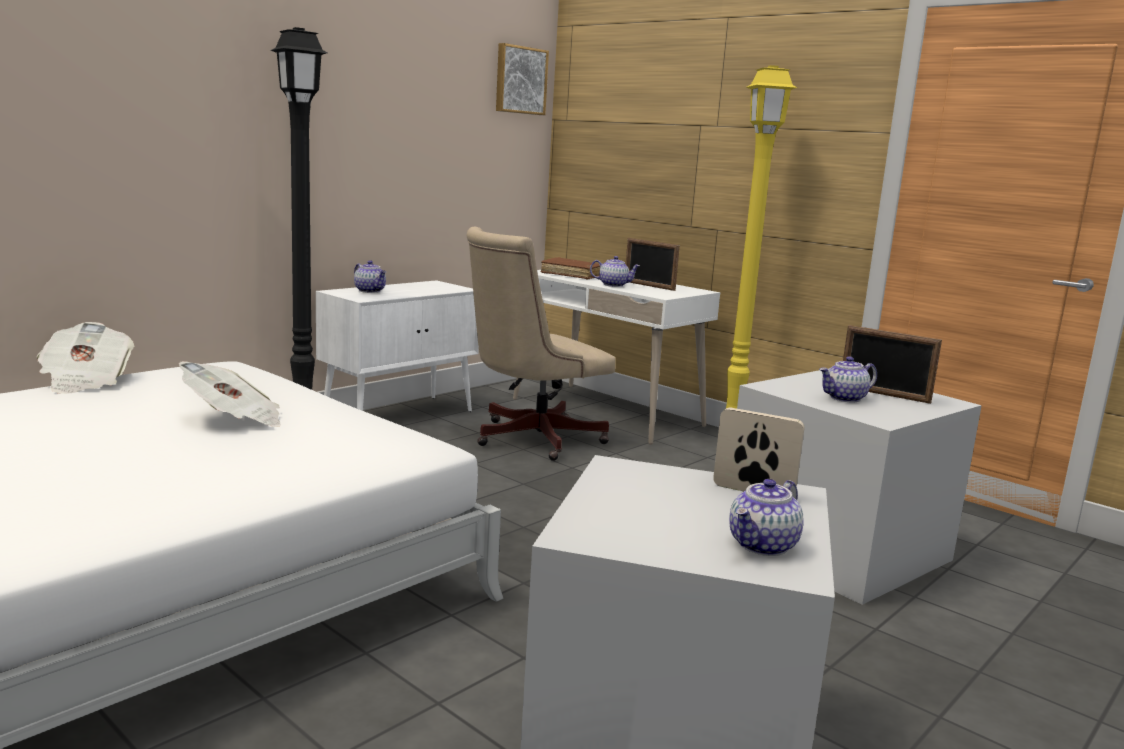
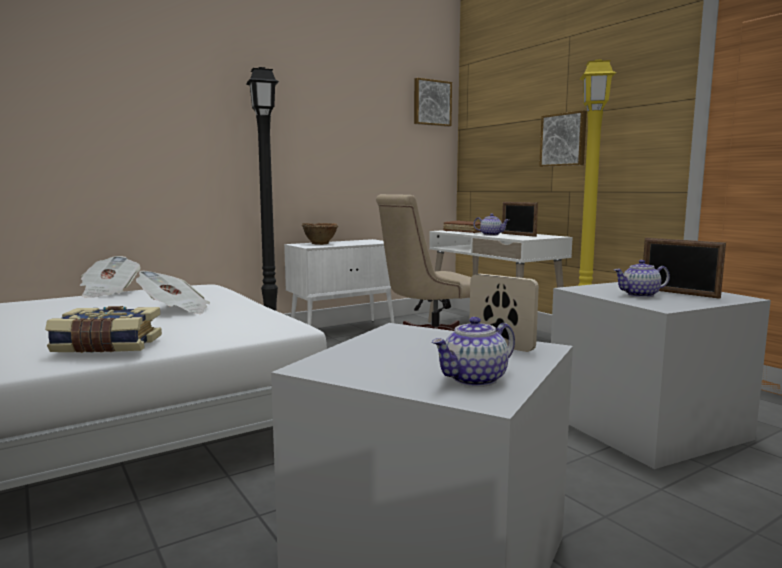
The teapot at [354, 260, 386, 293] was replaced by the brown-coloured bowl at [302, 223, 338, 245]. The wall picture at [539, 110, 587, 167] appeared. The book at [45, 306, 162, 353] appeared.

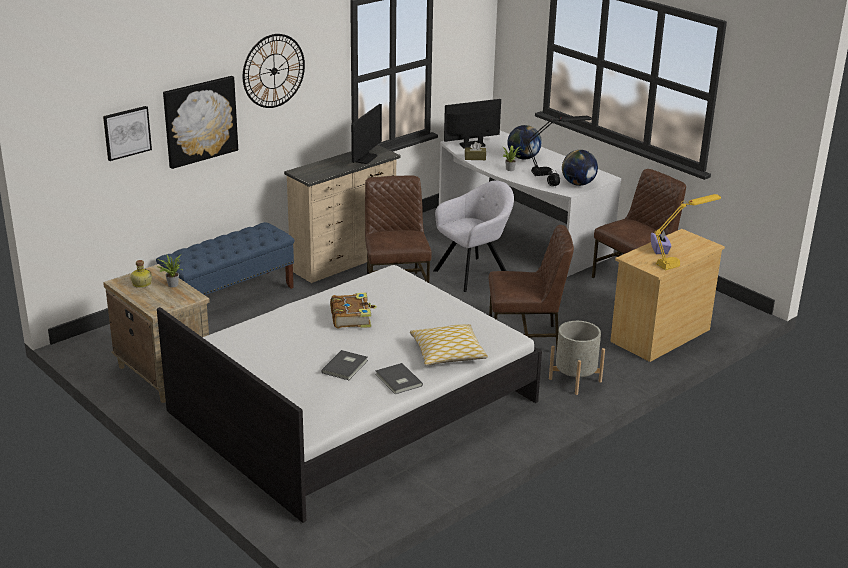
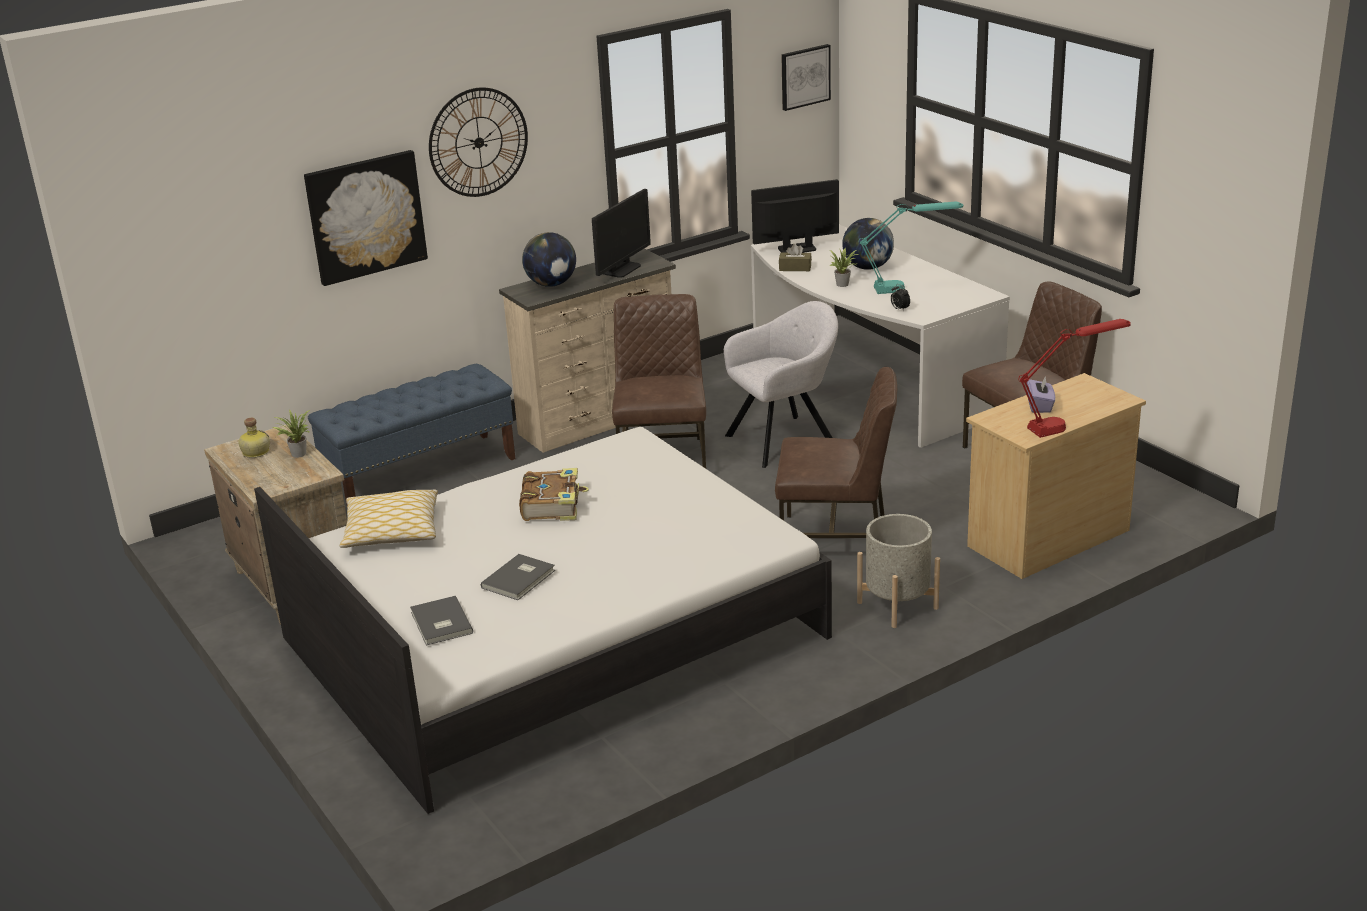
The wall picture moved from [103, 106, 152, 161] to [781, 44, 831, 111]. The black table lamp at [524, 116, 592, 176] became the turquoise table lamp at [859, 202, 963, 294]. The world globe moved from [562, 150, 598, 186] to [522, 232, 576, 287]. The yellow table lamp at [654, 194, 721, 270] became the reddish table lamp at [1018, 319, 1131, 438]. The throw pillow moved from [410, 324, 488, 366] to [340, 489, 438, 548]. The grey book moved from [375, 363, 423, 394] to [410, 596, 473, 646].

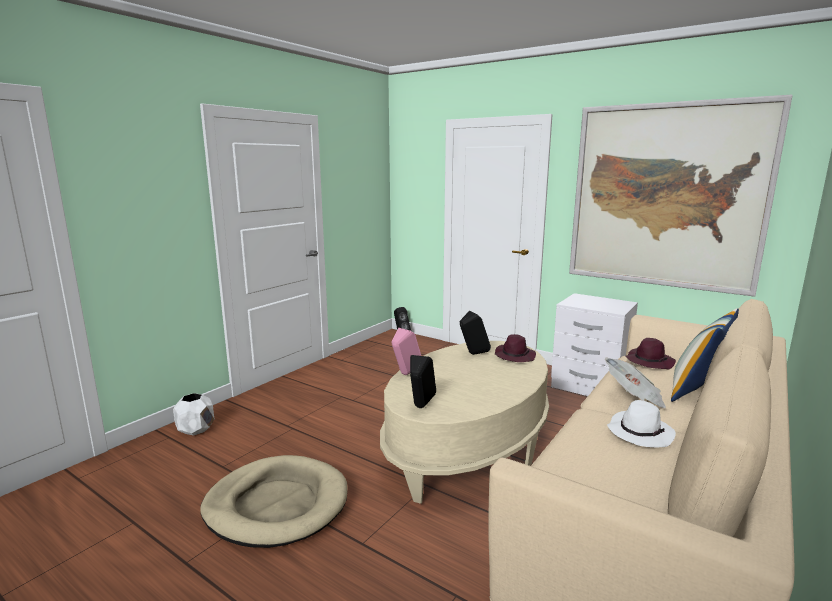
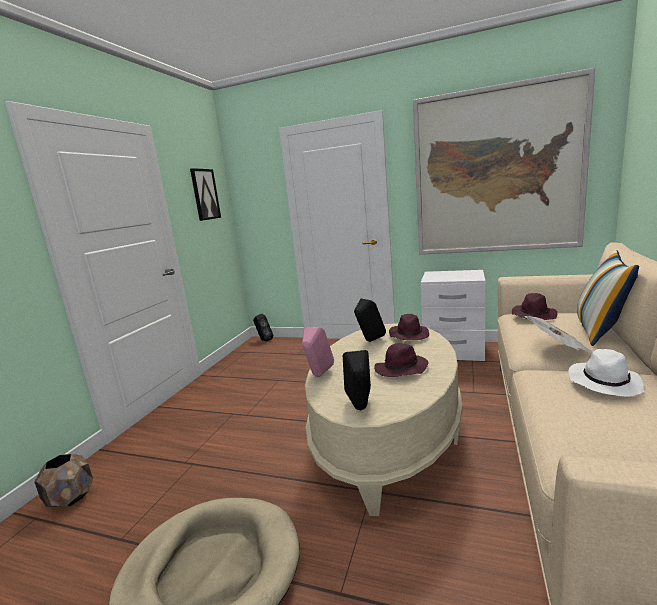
The white plant pot at [173, 393, 214, 436] became the brown-coloured plant pot at [34, 454, 93, 508]. The wall picture at [190, 168, 221, 221] appeared. The purple-coloured clothing hat at [374, 343, 428, 377] appeared.

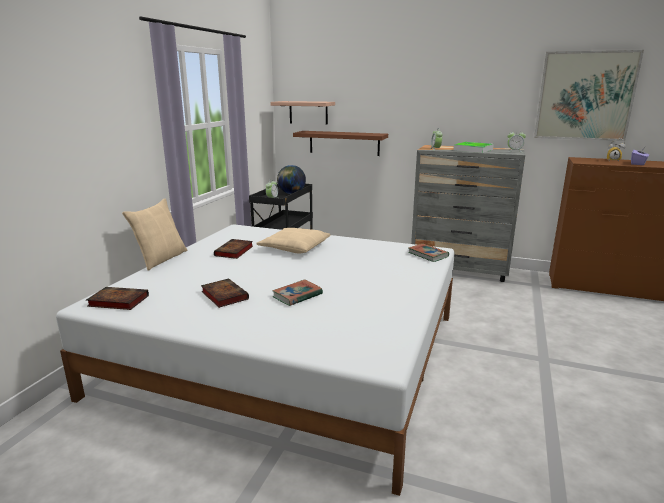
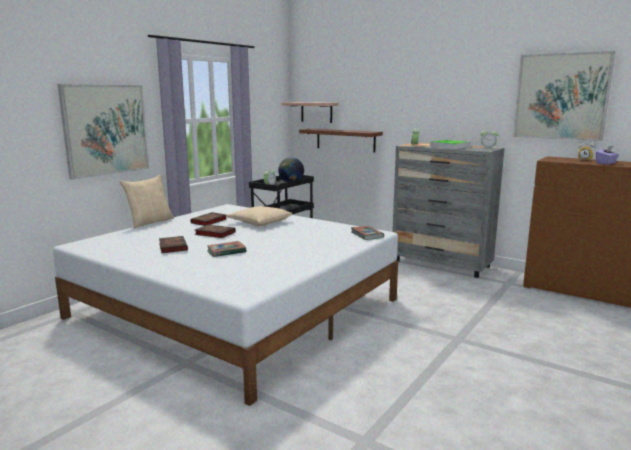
The book moved from [86, 287, 149, 310] to [195, 224, 236, 238]. The wall picture at [58, 84, 149, 180] appeared.

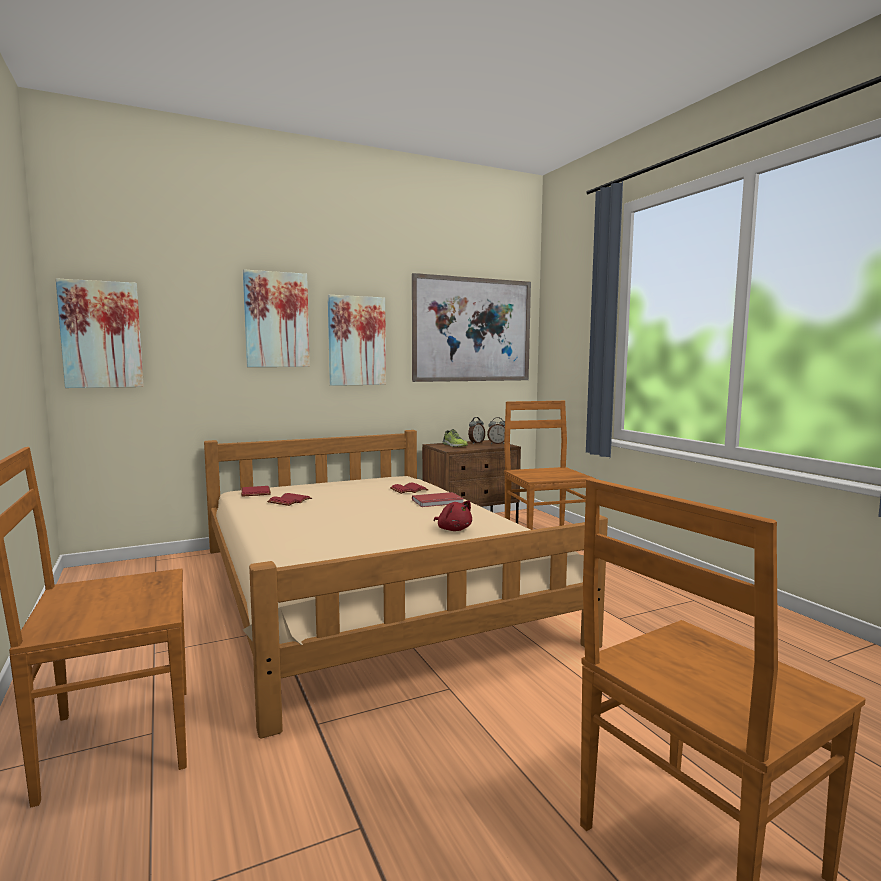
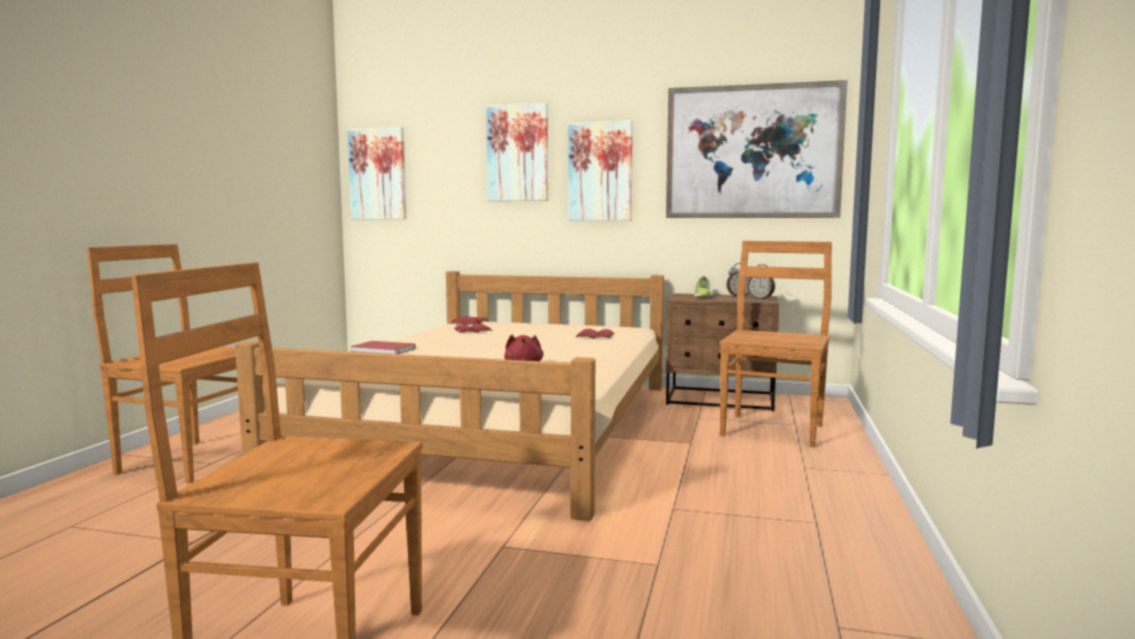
The reddish book moved from [412, 492, 464, 507] to [350, 341, 416, 354].

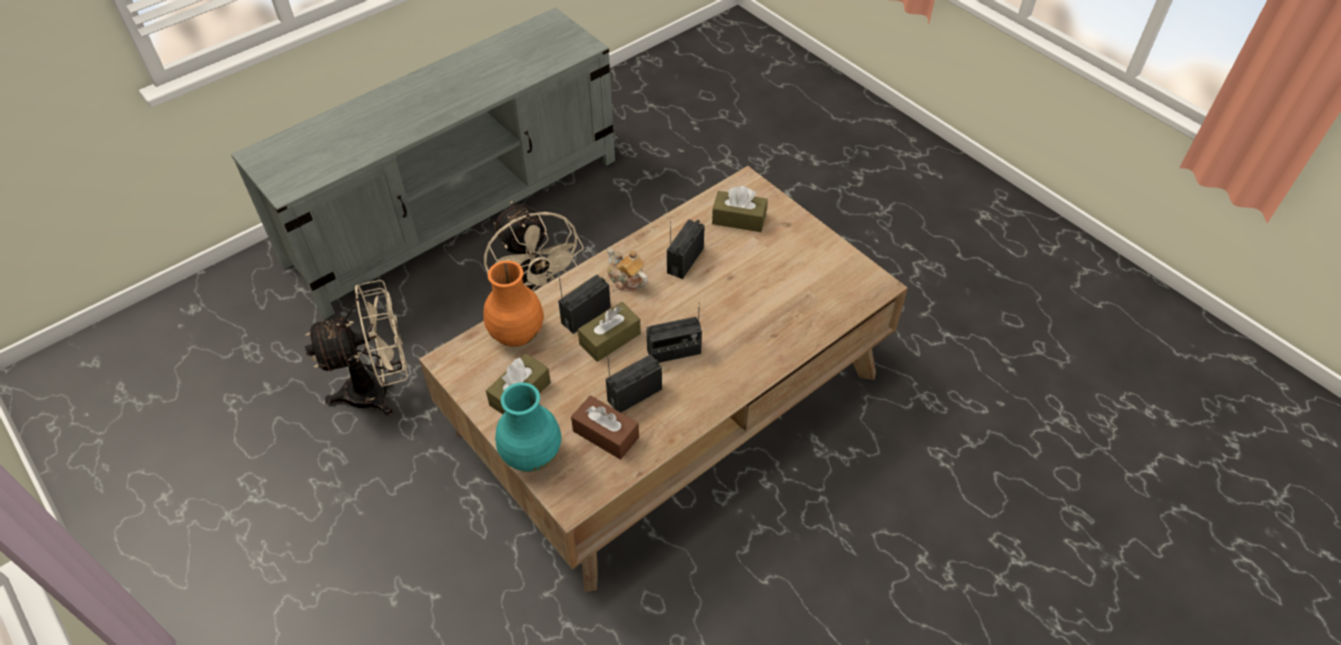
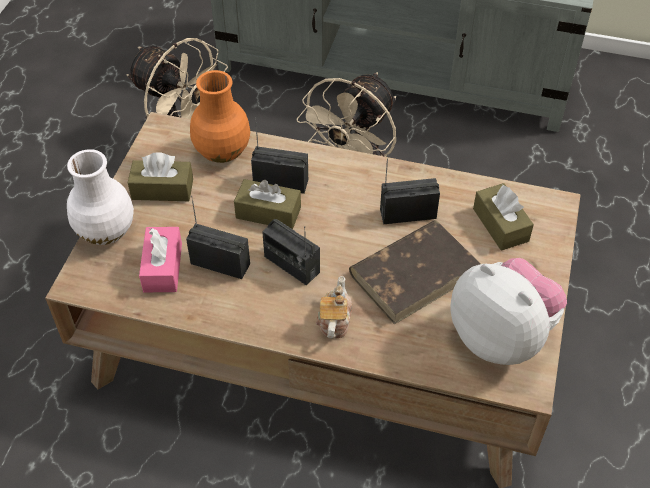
The teapot moved from [607, 248, 648, 291] to [316, 276, 352, 339]. The turquoise flower vase at [495, 382, 561, 472] became the white flower vase at [67, 149, 134, 245]. The brown-coloured box of tissues at [571, 395, 639, 460] became the pink-coloured box of tissues at [139, 227, 182, 292]. The brown-coloured book at [349, 220, 481, 325] appeared. The soft toy at [451, 258, 567, 365] appeared.

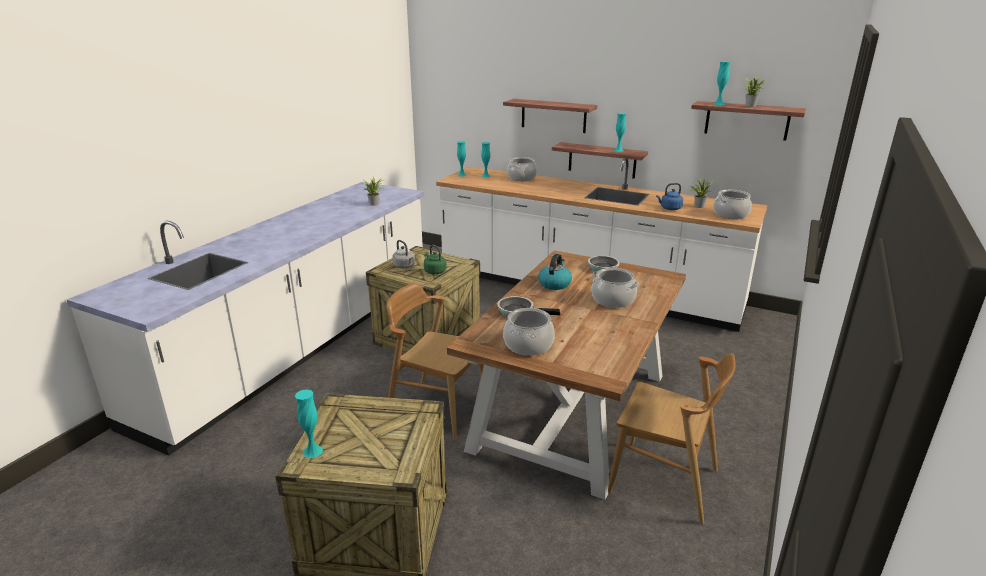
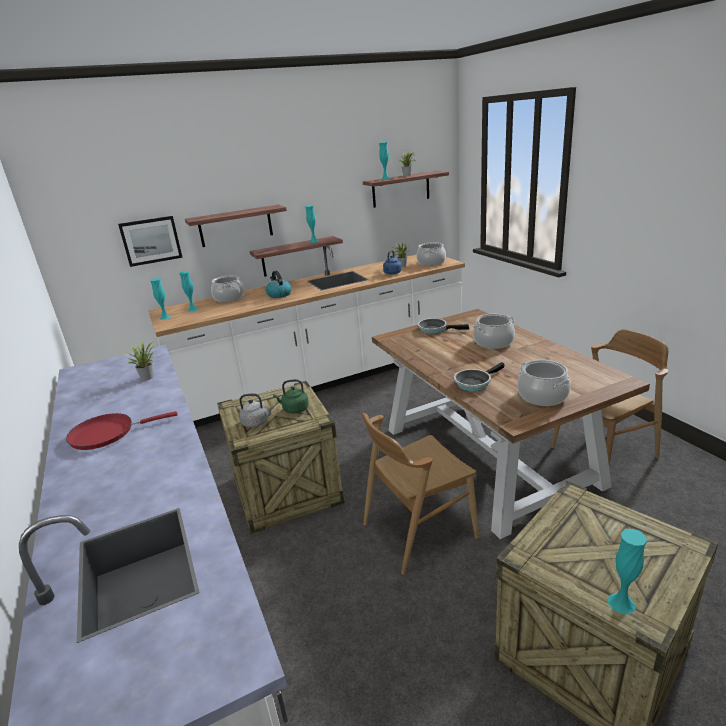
The water kettle moved from [538, 254, 572, 290] to [266, 271, 292, 298]. The wall picture at [118, 216, 183, 267] appeared. The reddish frying pan at [66, 411, 178, 450] appeared.

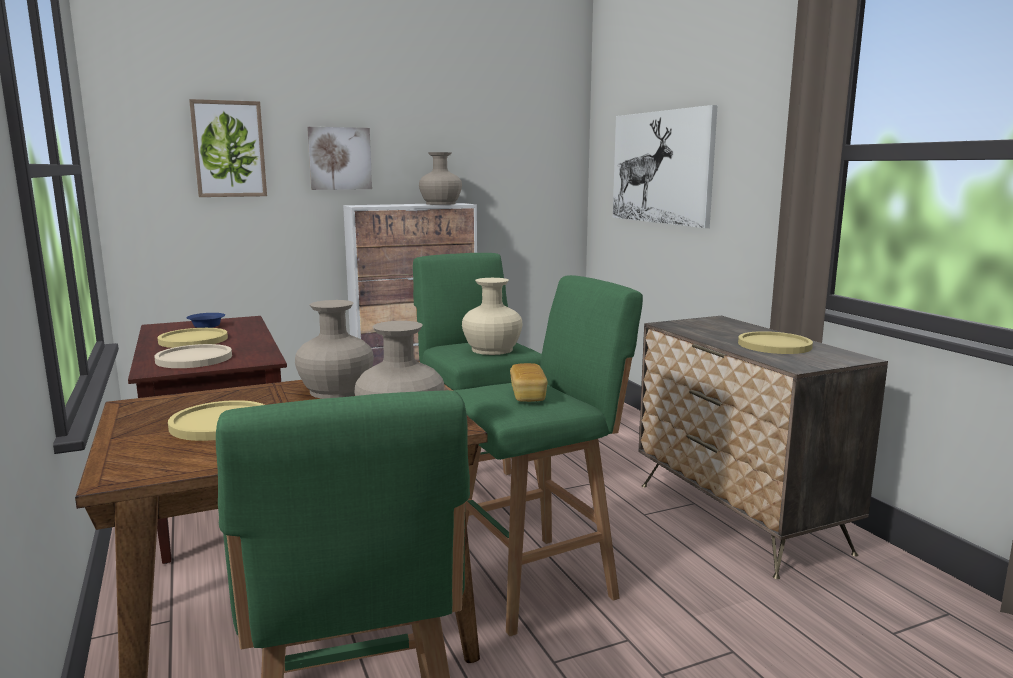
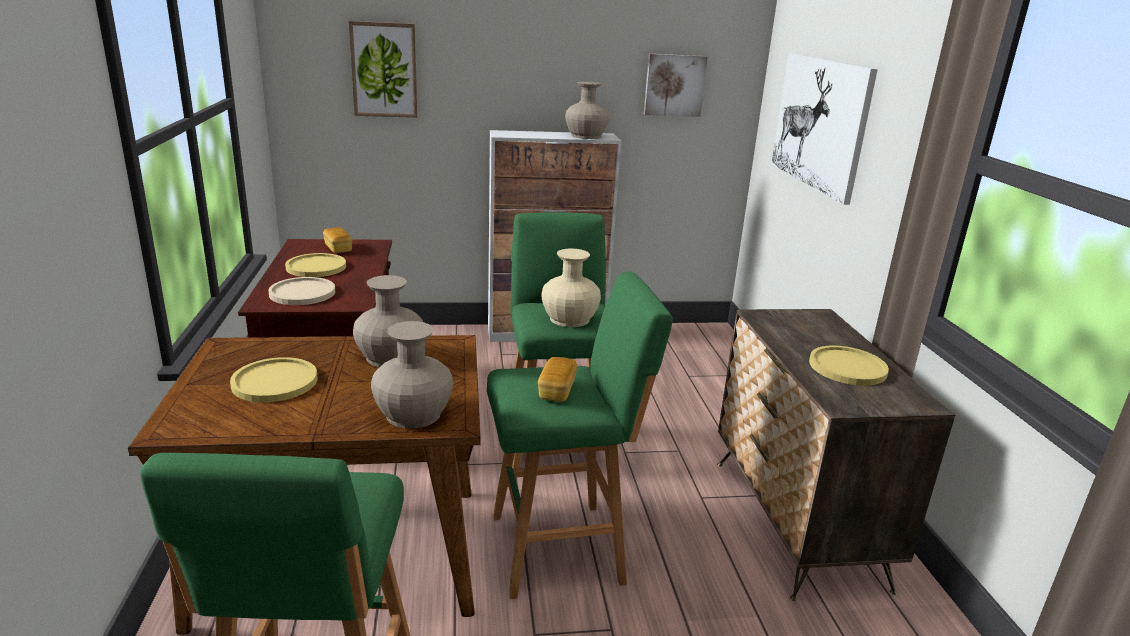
The wall picture moved from [307, 127, 372, 190] to [644, 54, 708, 117]. The bluish bowl at [186, 313, 225, 328] was replaced by the baked bread at [323, 227, 353, 253].

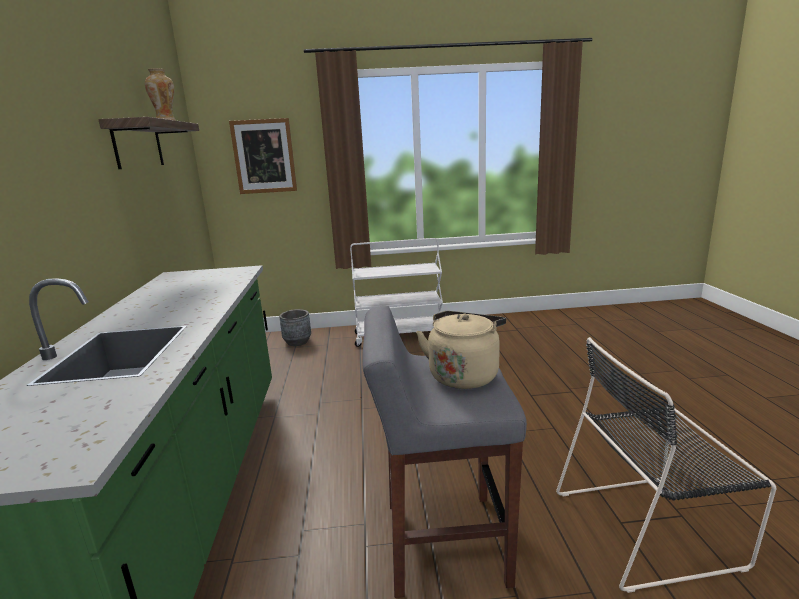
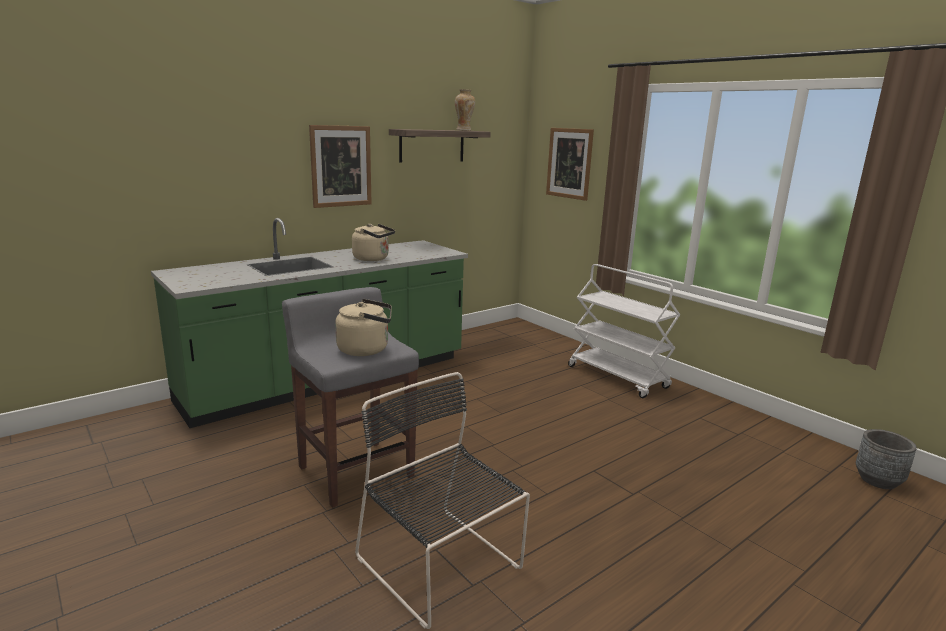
The grey plant pot moved from [279, 309, 311, 346] to [856, 429, 917, 489]. The wall picture at [309, 125, 372, 208] appeared. The beige water kettle at [352, 224, 395, 261] appeared.

